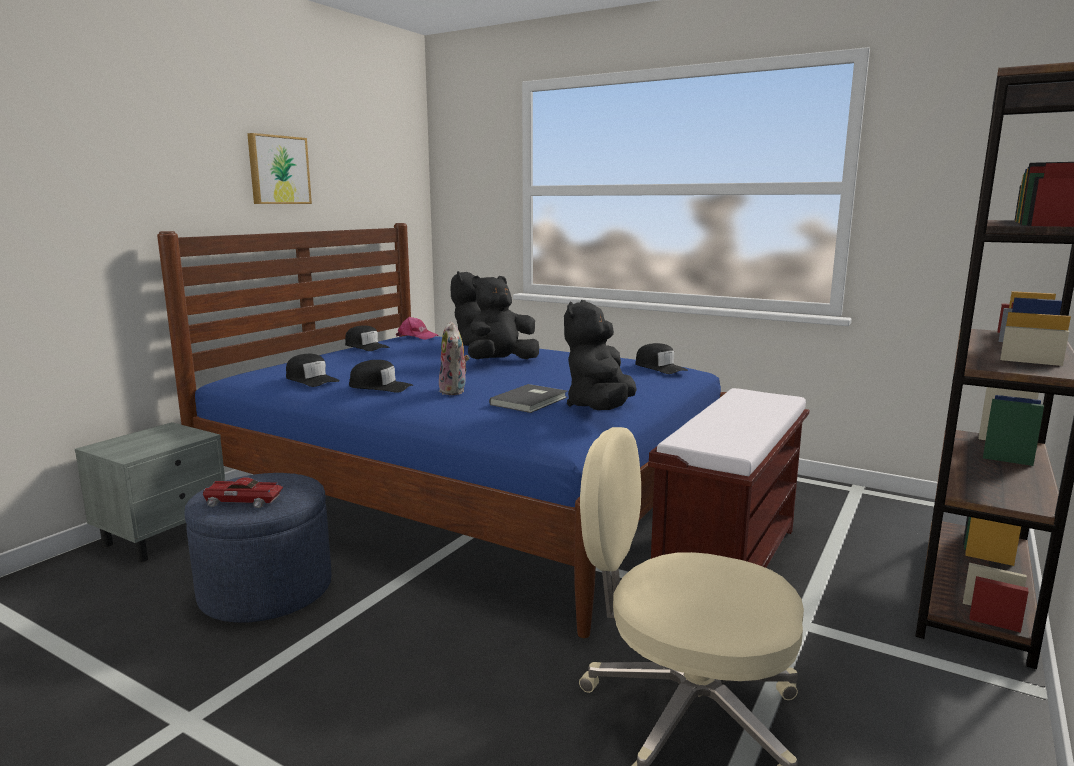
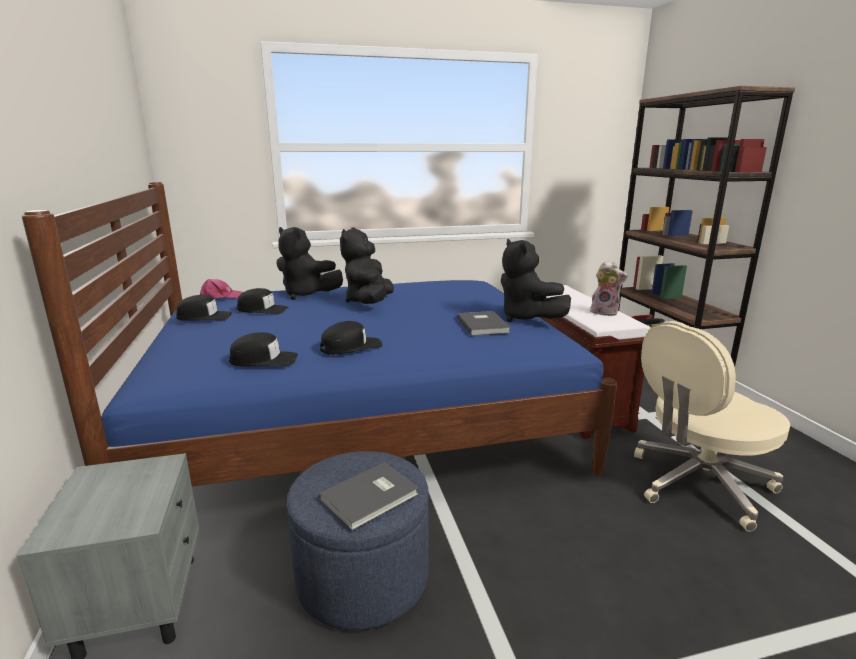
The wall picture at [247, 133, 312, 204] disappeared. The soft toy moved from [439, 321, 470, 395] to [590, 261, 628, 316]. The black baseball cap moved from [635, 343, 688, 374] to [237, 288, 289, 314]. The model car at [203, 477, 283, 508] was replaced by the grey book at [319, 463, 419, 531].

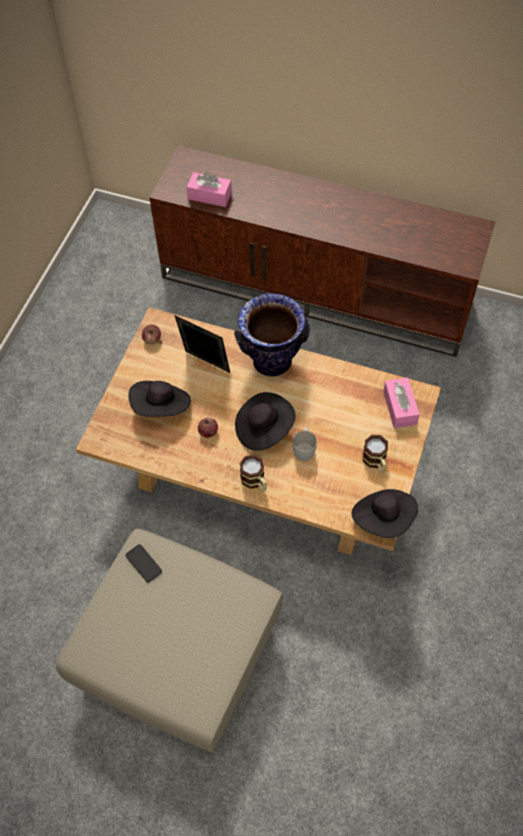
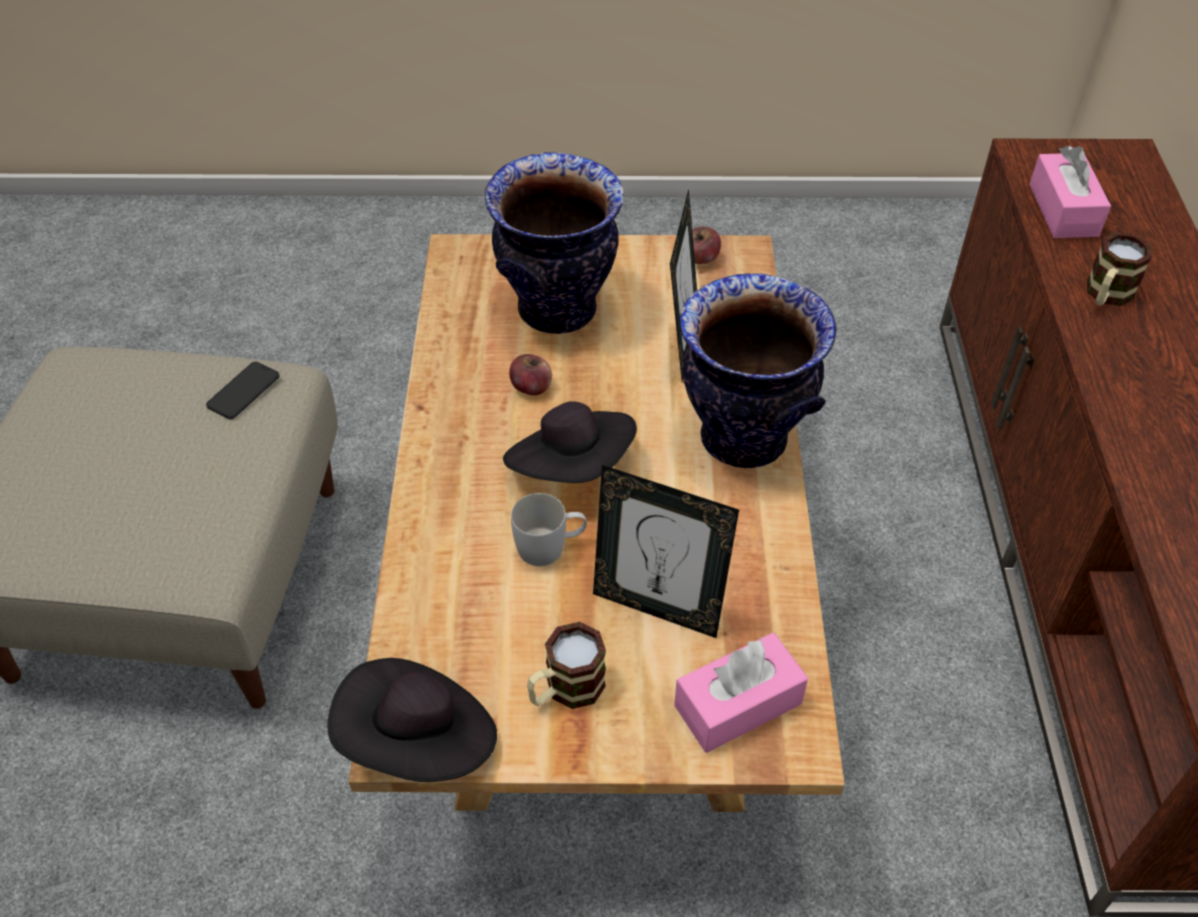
The black clothing hat at [128, 381, 191, 417] was replaced by the flower vase at [485, 152, 624, 334]. The tea mug moved from [240, 455, 267, 491] to [1087, 232, 1152, 306]. The picture frame at [593, 465, 739, 638] appeared.

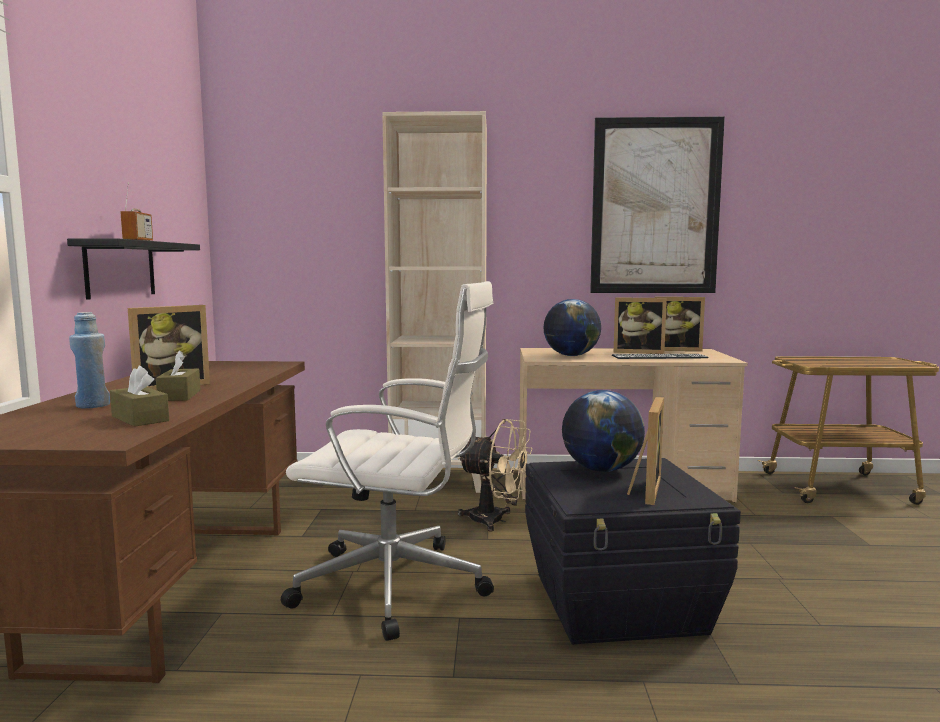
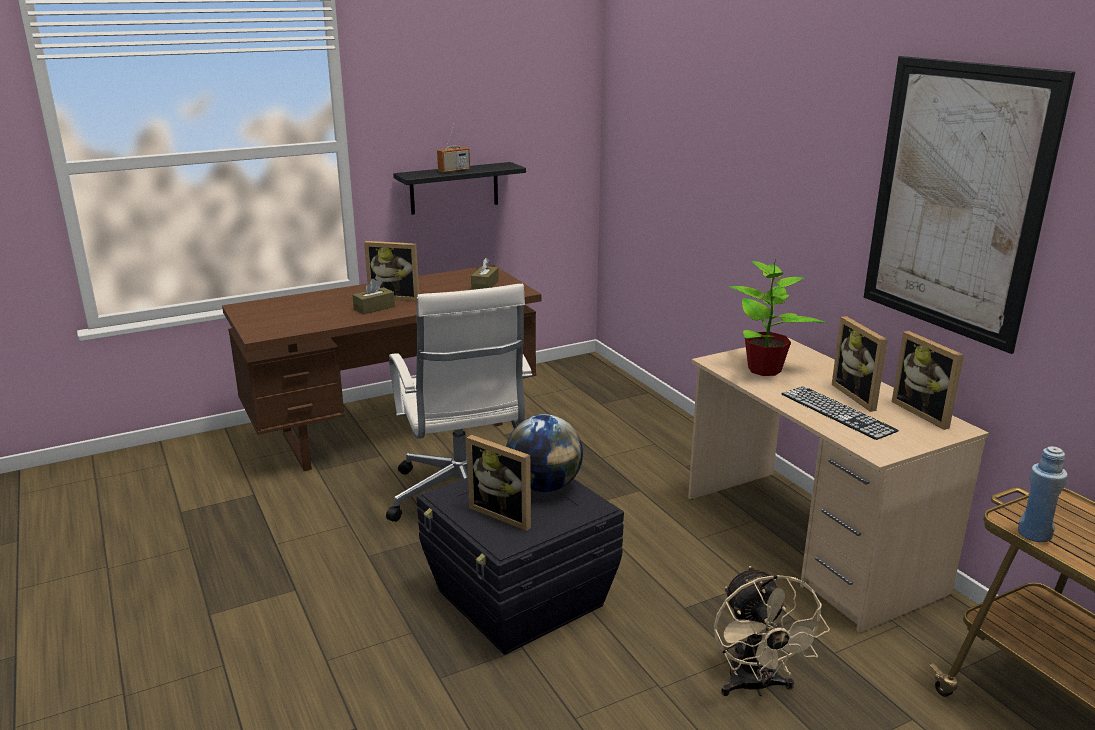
The beige shelving unit at [382, 111, 487, 493] disappeared. The world globe at [543, 299, 601, 356] was replaced by the potted plant at [729, 258, 826, 376]. The bluish bottle moved from [69, 312, 110, 409] to [1018, 446, 1068, 542]. The brown-coloured box of tissues moved from [110, 366, 169, 427] to [471, 258, 499, 290]. The picture frame at [627, 396, 664, 505] turned 45 degrees clockwise. The beige fan moved from [457, 419, 533, 532] to [714, 566, 830, 697].

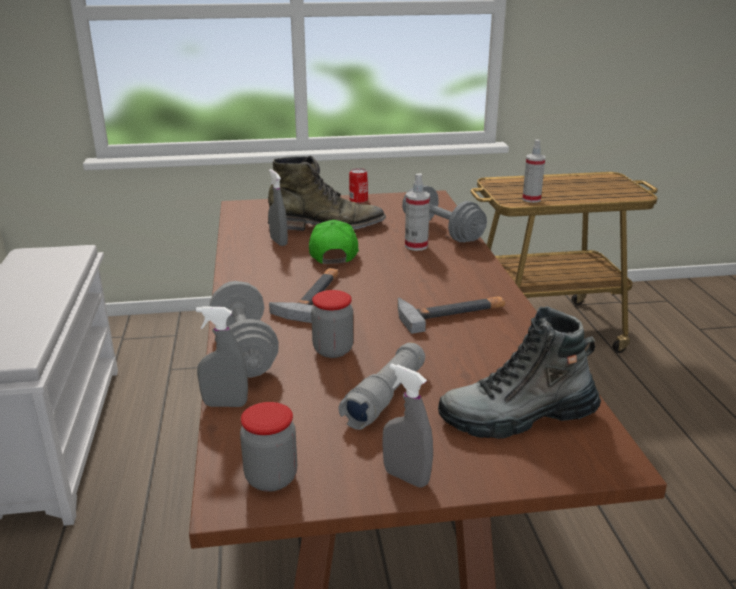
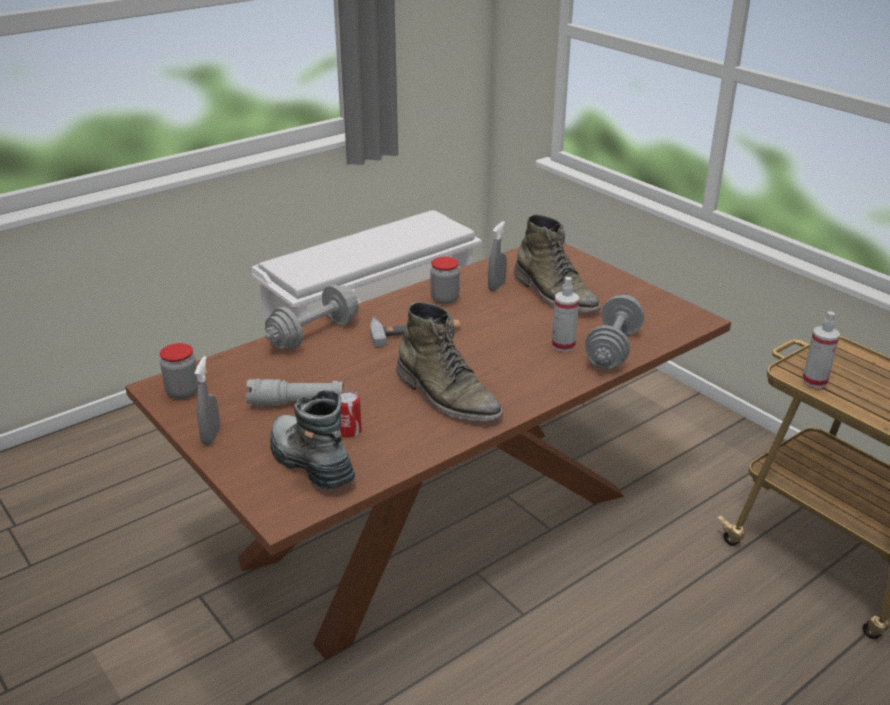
The sealed can moved from [349, 168, 368, 203] to [339, 390, 362, 438]. The greenish baseball cap at [309, 220, 359, 264] disappeared. The storage jar moved from [311, 290, 353, 358] to [430, 257, 460, 304]. The tool hammer at [397, 297, 505, 334] was replaced by the greenish boot at [396, 302, 503, 421]. The grey spray bottle at [196, 306, 248, 407] disappeared.

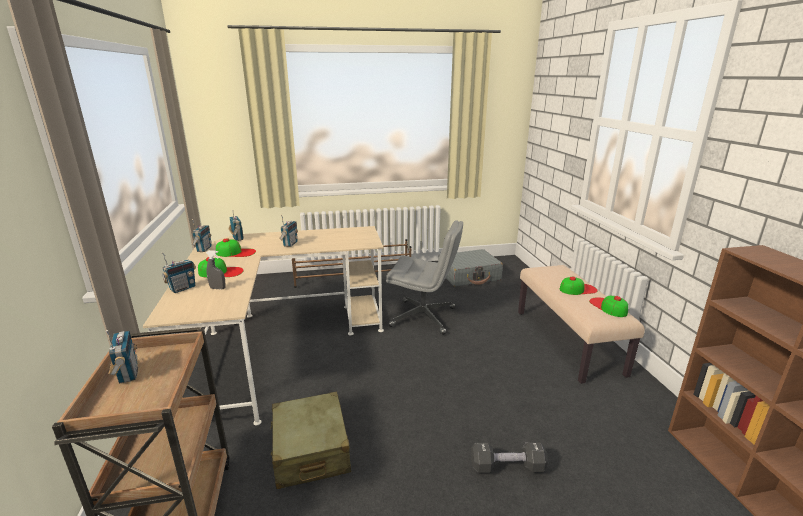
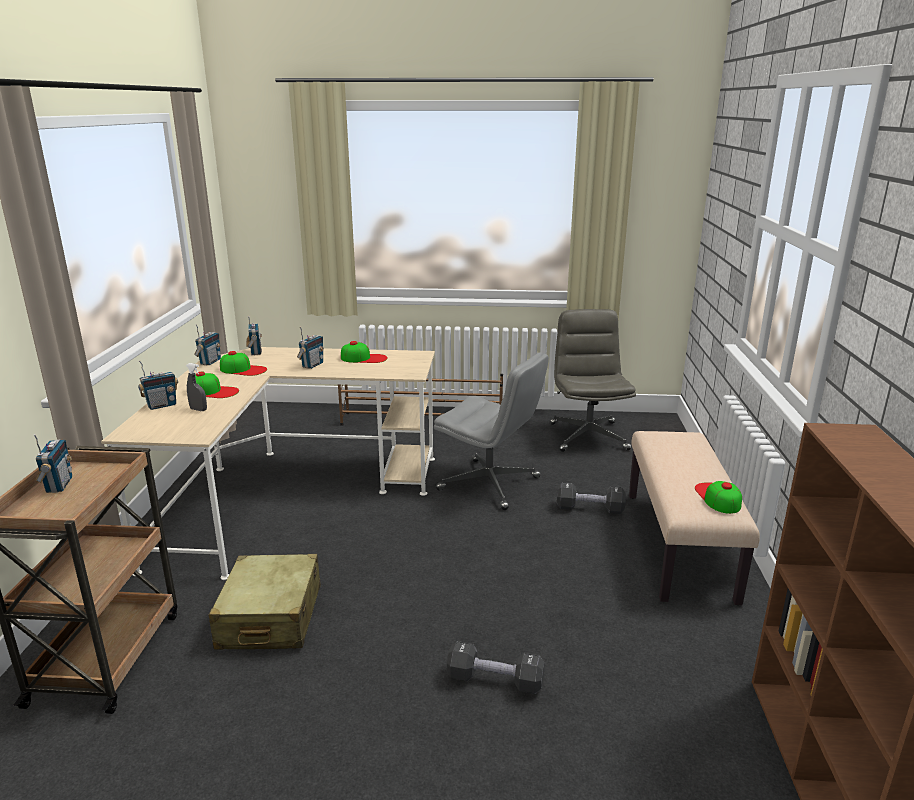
The grey travel case at [438, 249, 503, 287] was replaced by the grey desk chair at [549, 309, 636, 452]. The baseball cap moved from [560, 276, 598, 295] to [341, 341, 388, 363]. The black dumbbell at [557, 482, 626, 514] appeared.

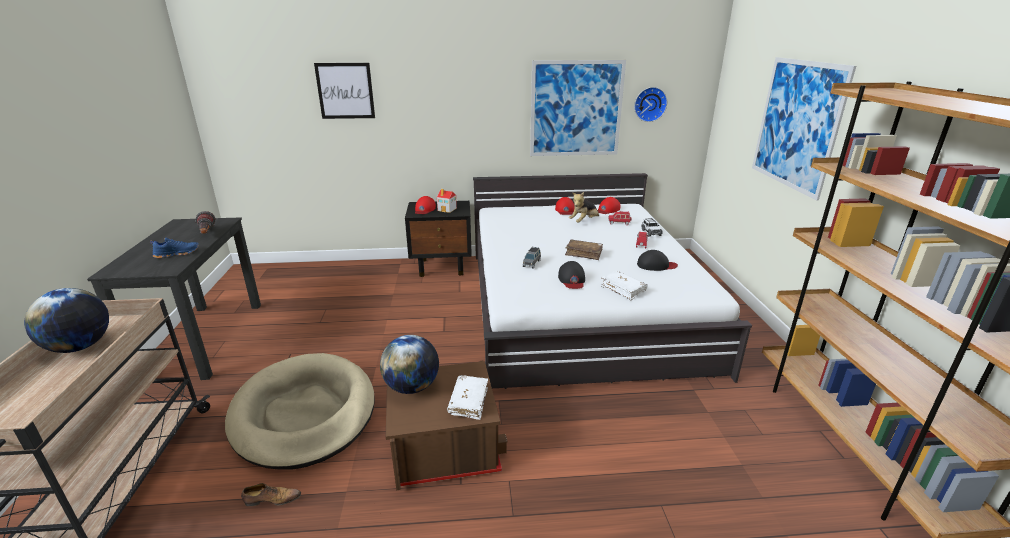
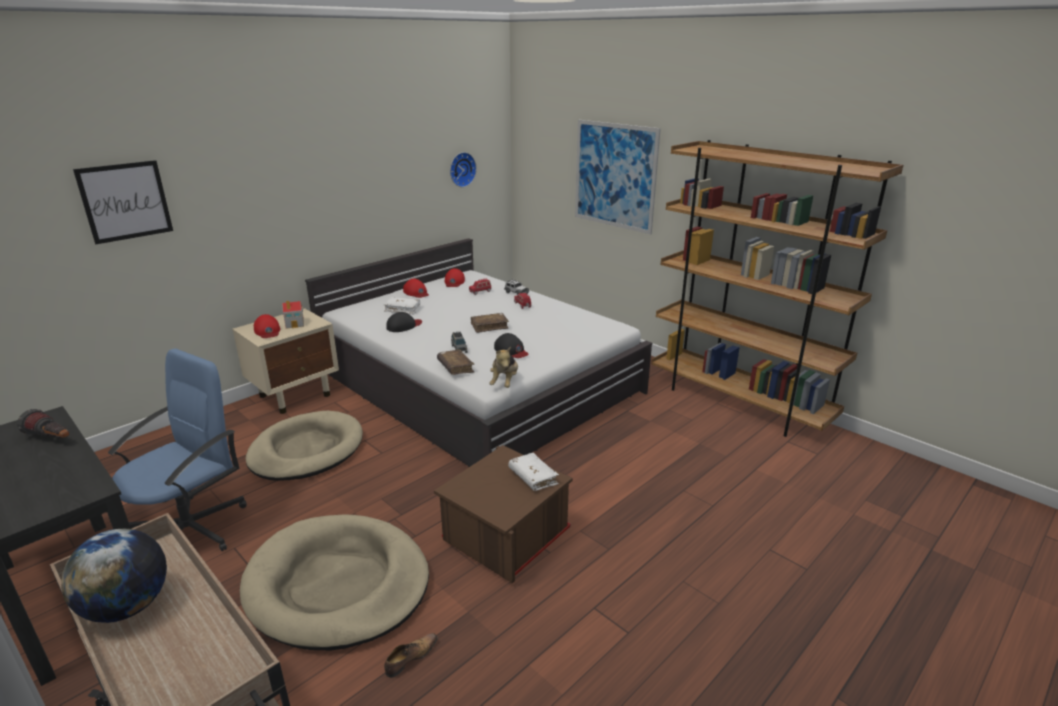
The wall picture at [530, 60, 626, 156] disappeared. The soft toy moved from [569, 192, 599, 223] to [489, 347, 518, 388]. The black bedside table at [405, 201, 472, 277] became the beige bedside table at [232, 308, 339, 414]. The bluish item of footwear at [150, 238, 199, 258] disappeared. The black baseball cap moved from [637, 250, 678, 271] to [386, 312, 422, 332]. The white book moved from [601, 271, 647, 301] to [383, 297, 420, 315]. The world globe at [380, 335, 439, 394] disappeared. The bluish desk chair at [108, 349, 247, 551] appeared. The brown-coloured book at [437, 350, 475, 375] appeared. The beige pet bed at [246, 411, 363, 481] appeared.

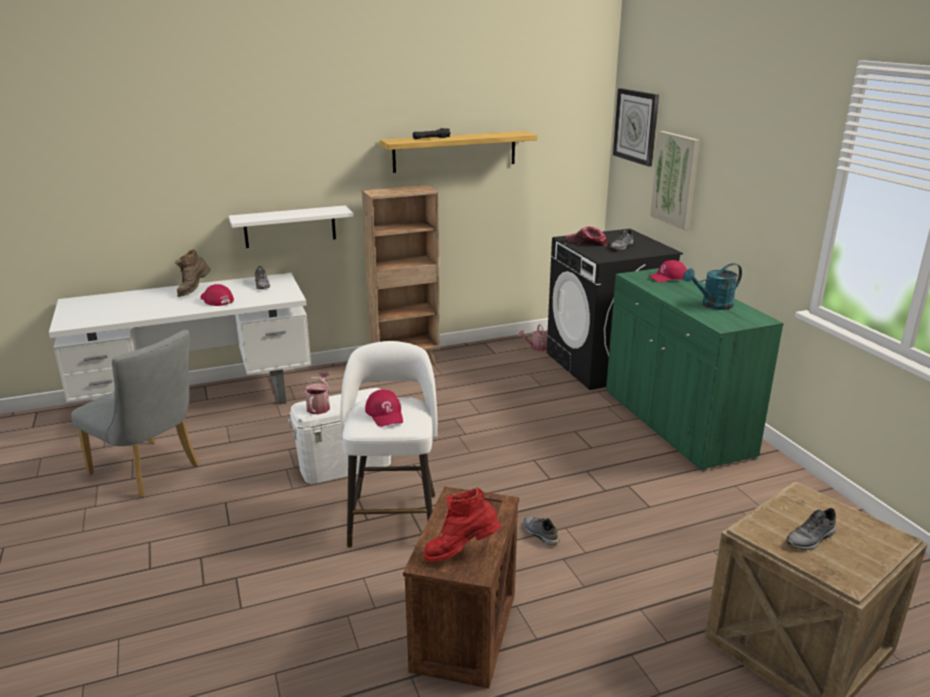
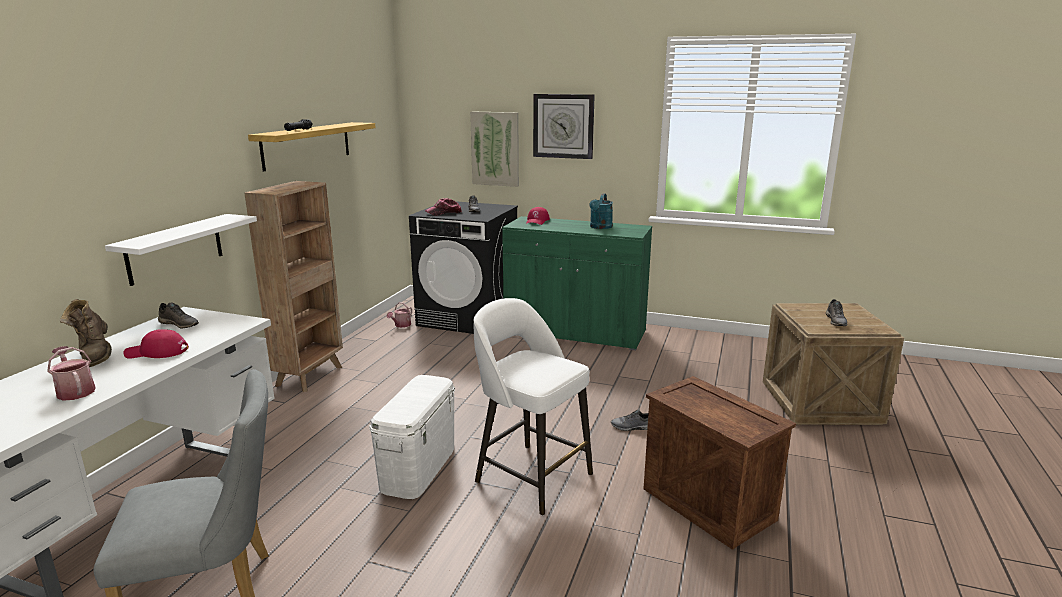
The wall clock moved from [613, 88, 659, 167] to [533, 94, 595, 159]. The sprinkling can moved from [304, 372, 330, 414] to [47, 346, 96, 401]. The reddish baseball cap at [365, 390, 403, 427] disappeared. The reddish boot at [424, 488, 501, 562] disappeared.

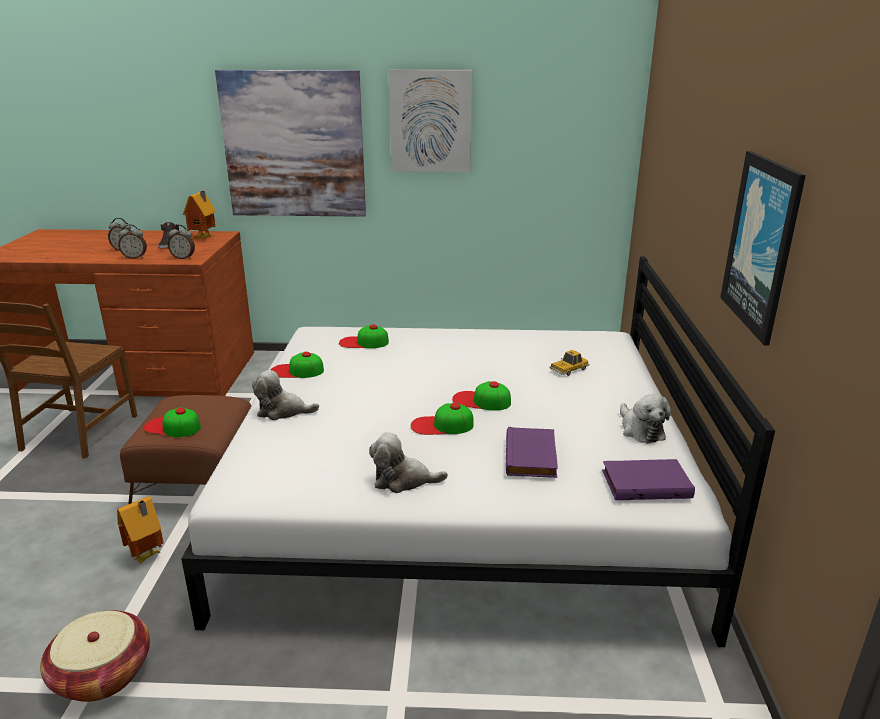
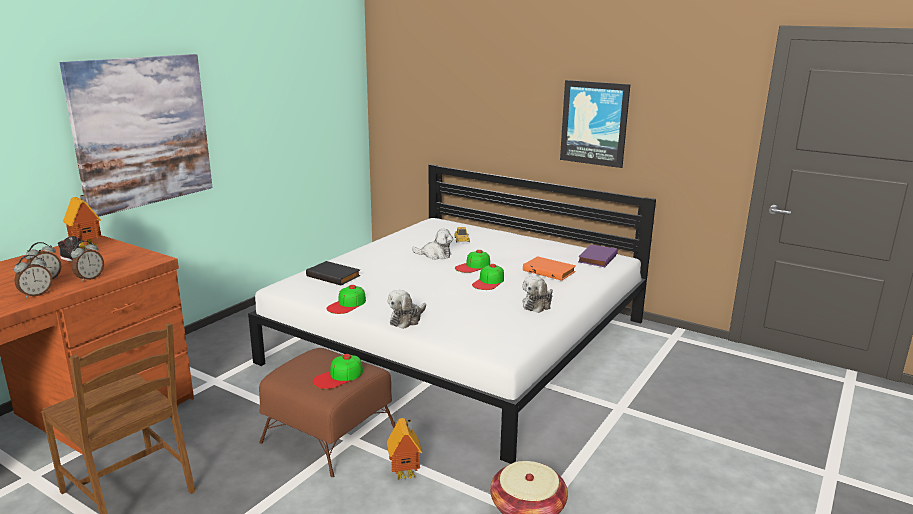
The wall picture at [389, 70, 472, 172] disappeared. The bedside clock moved from [168, 225, 195, 259] to [14, 255, 53, 298]. The baseball cap at [339, 324, 389, 348] was replaced by the black book at [306, 261, 361, 286]. The soft toy moved from [620, 394, 671, 444] to [412, 228, 453, 260]. The purple-coloured book at [506, 427, 558, 478] became the orangey book at [523, 256, 576, 281].

